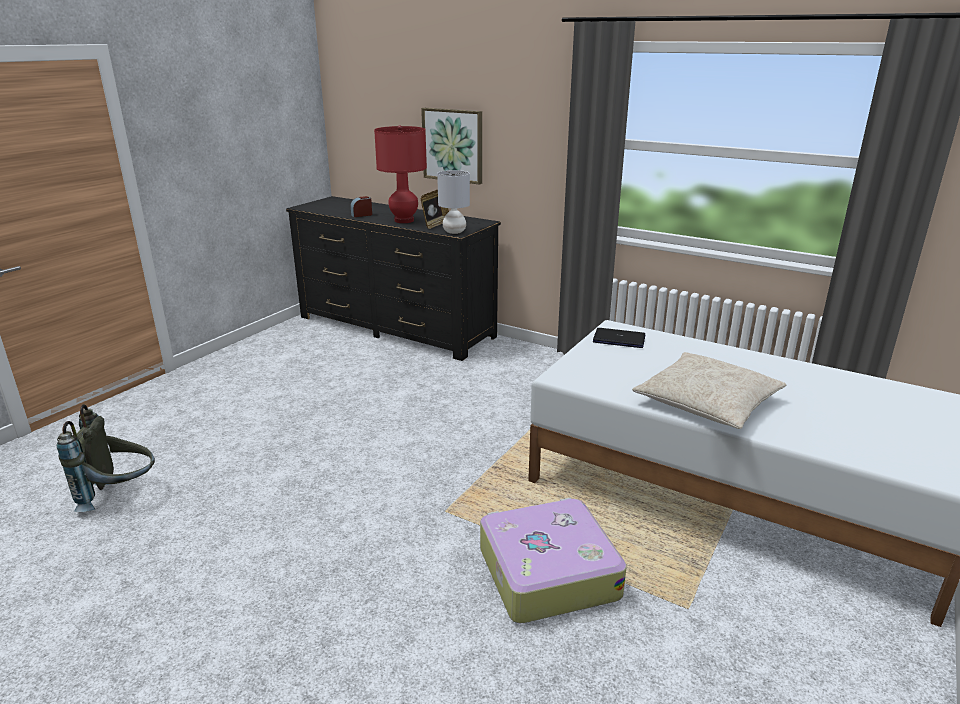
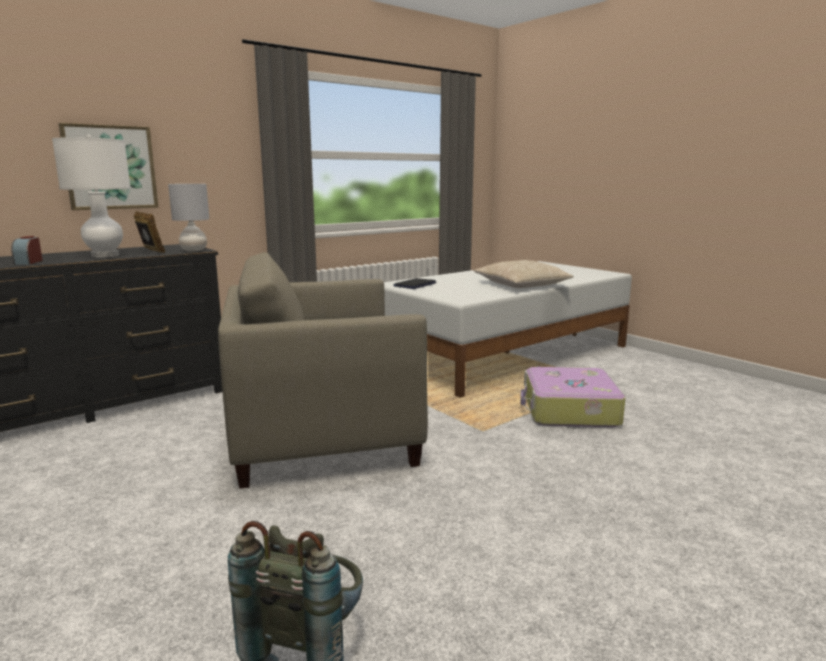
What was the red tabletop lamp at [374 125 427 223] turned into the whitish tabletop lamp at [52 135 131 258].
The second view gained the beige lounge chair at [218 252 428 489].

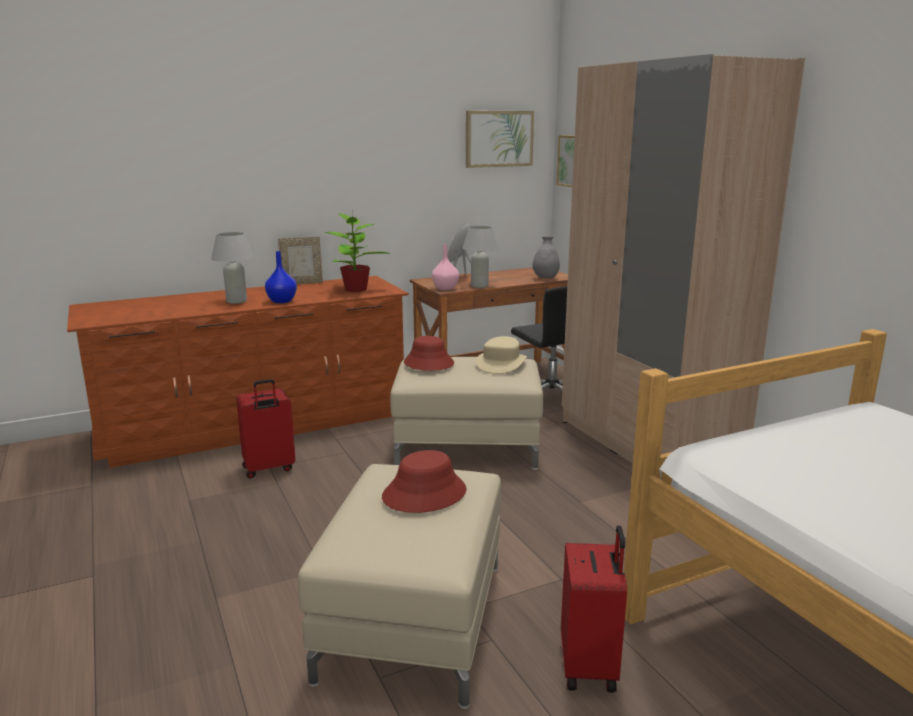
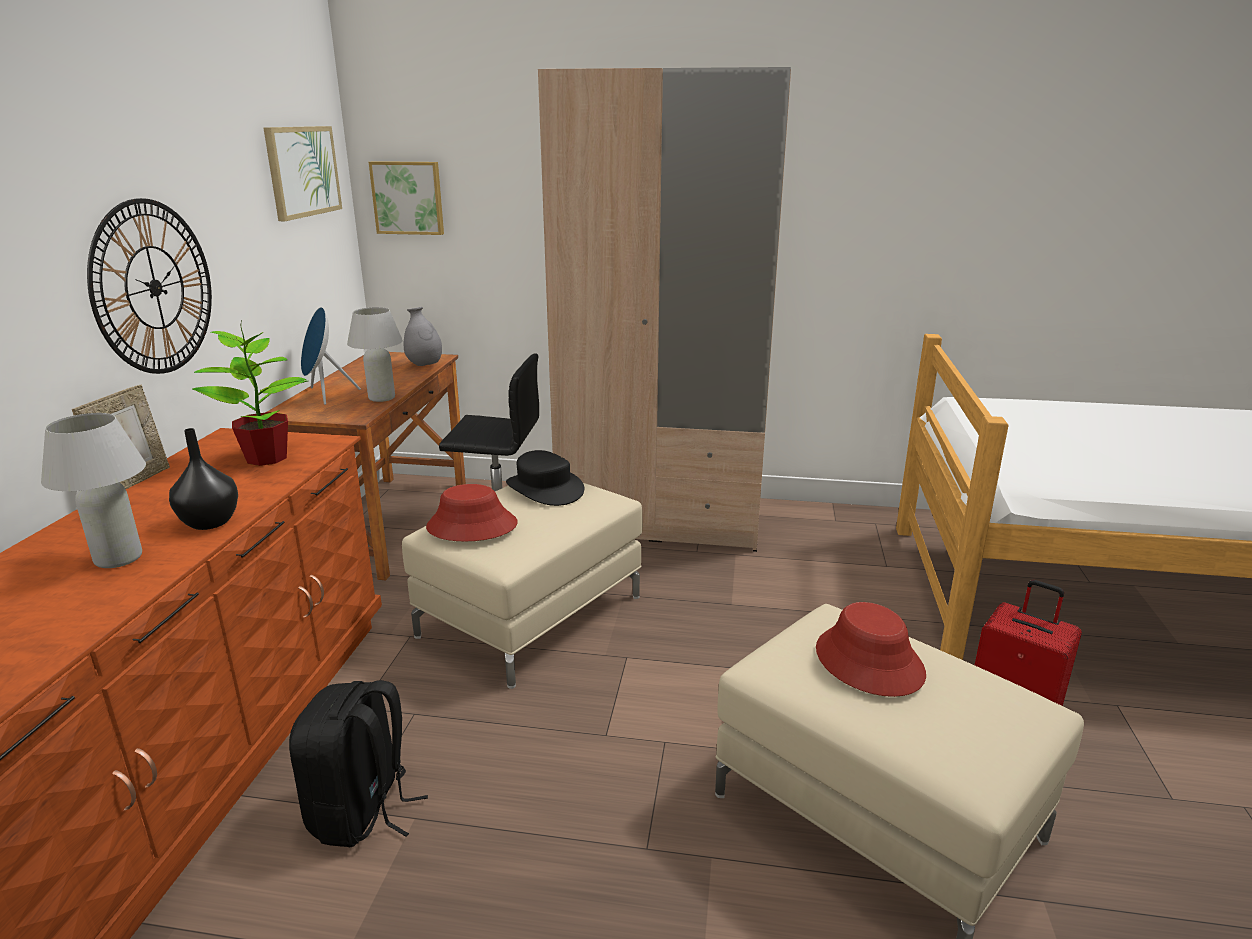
The second view gained the hanging clock at [87 198 212 374].
What was the bluish vase at [265 251 297 303] turned into the black vase at [169 428 238 530].
Where the red travel case stood at [236 379 295 479], the black rucksack came to stand at [289 680 428 847].
What was the beige wearable hat at [476 336 527 374] turned into the black wearable hat at [506 450 584 506].
The second view lost the pink-coloured vase at [432 244 459 290].

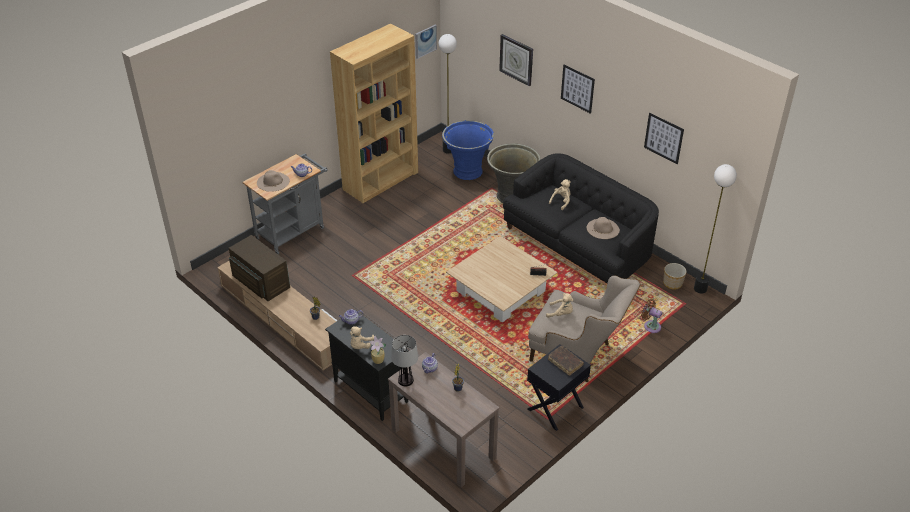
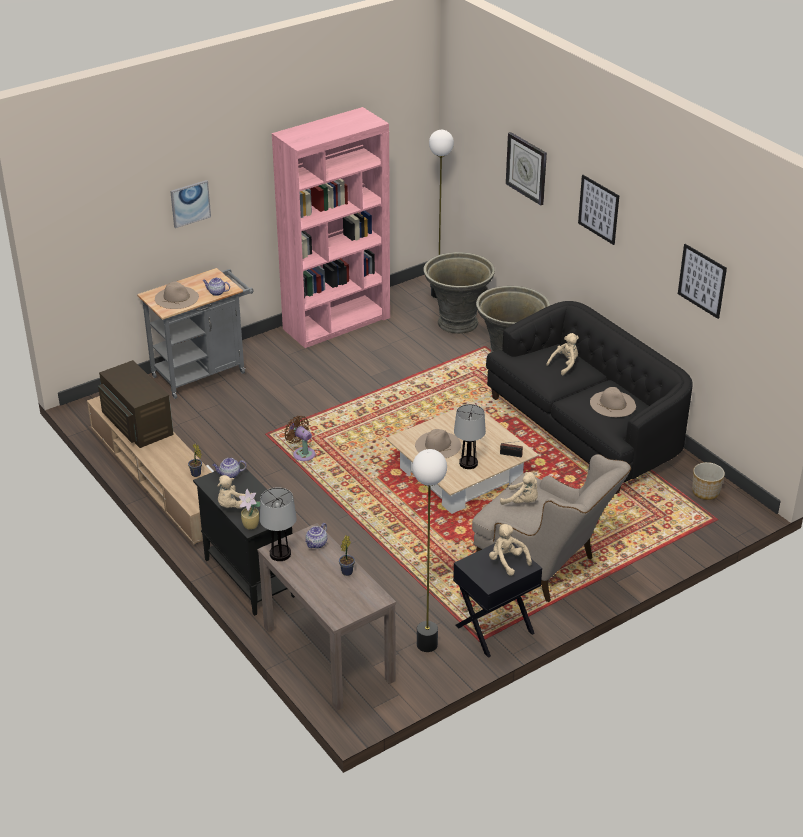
The wall picture ended up elsewhere, having gone from [415 25 437 59] to [170 180 211 228].
What was the brownish shelving unit at [330 24 418 203] turned into the pink-coloured shelving unit at [272 107 390 348].
The brownish cooling fan ended up elsewhere, having gone from [641 299 662 333] to [284 416 315 461].
The standing lamp ended up elsewhere, having gone from [694 164 737 293] to [412 449 447 652].
The second view gained the beige wearable hat at [415 429 461 458].
What was the bluish flower pot at [442 120 494 180] turned into the grey flower pot at [424 252 495 334].
The second view gained the tabletop lamp at [454 404 486 469].
Where the brownish book stood at [548 346 584 376], the beige soft toy came to stand at [489 524 532 576].

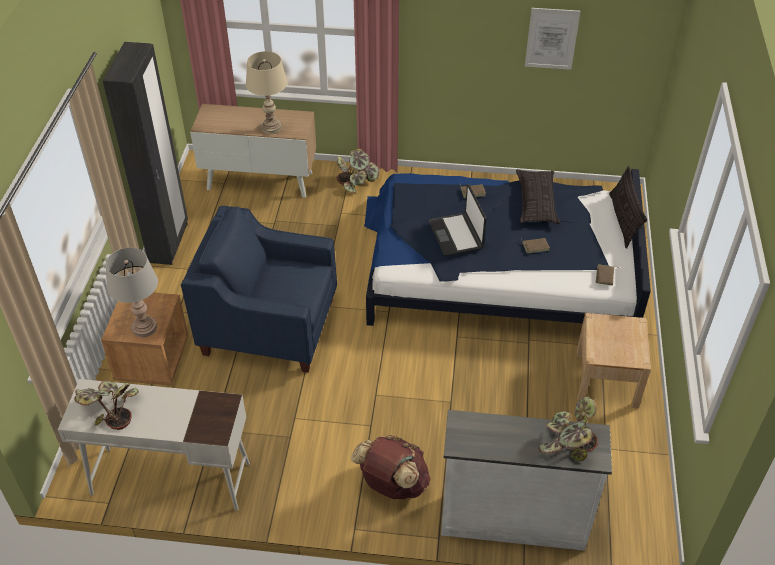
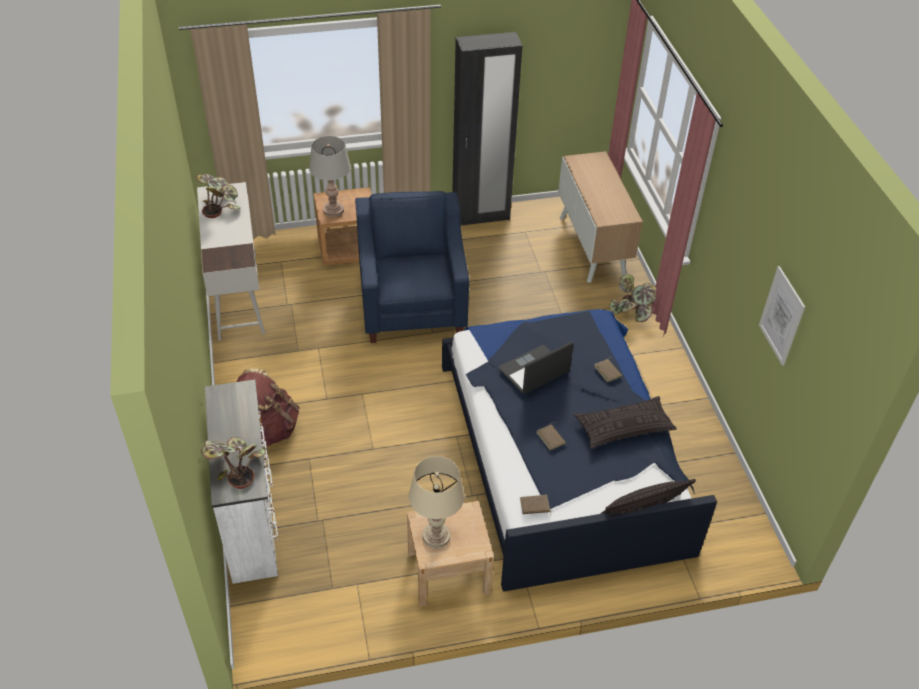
The beige tabletop lamp ended up elsewhere, having gone from [246 51 287 134] to [409 456 465 549].

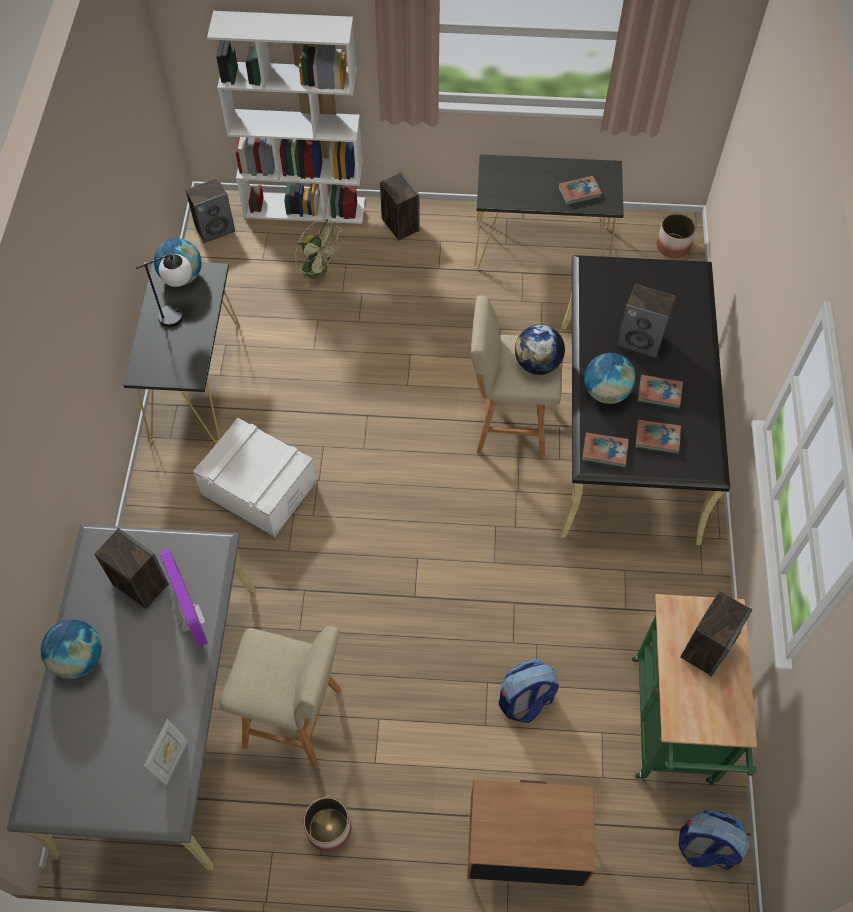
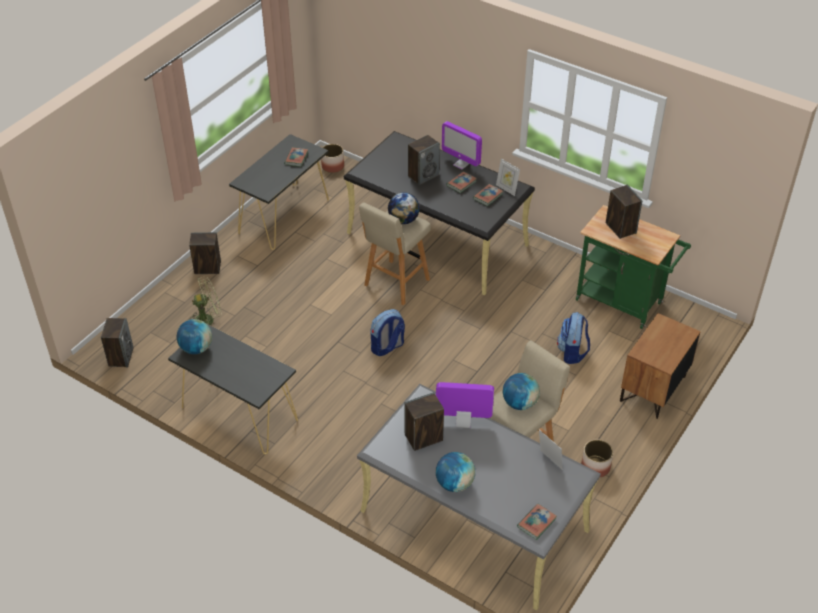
The rucksack ended up elsewhere, having gone from [678 810 750 870] to [371 309 405 356].
The second view gained the computer screen at [442 121 482 169].
The second view gained the photo frame at [496 159 520 196].
The desk globe ended up elsewhere, having gone from [584 353 636 404] to [503 373 540 410].
The book ended up elsewhere, having gone from [582 432 629 468] to [517 504 557 540].
The second view lost the tabletop lamp at [136 253 192 327].
The second view lost the whitish storage box at [193 417 316 537].
The second view lost the whitish shelving unit at [207 11 365 224].

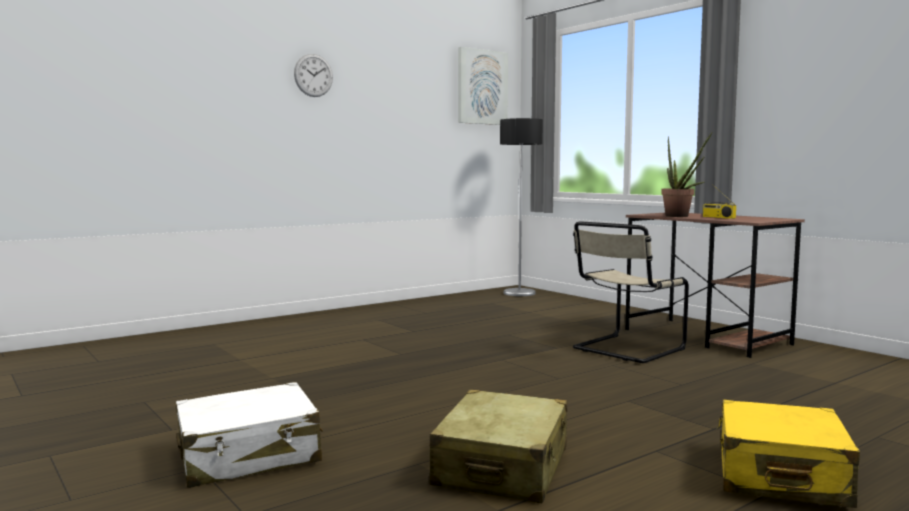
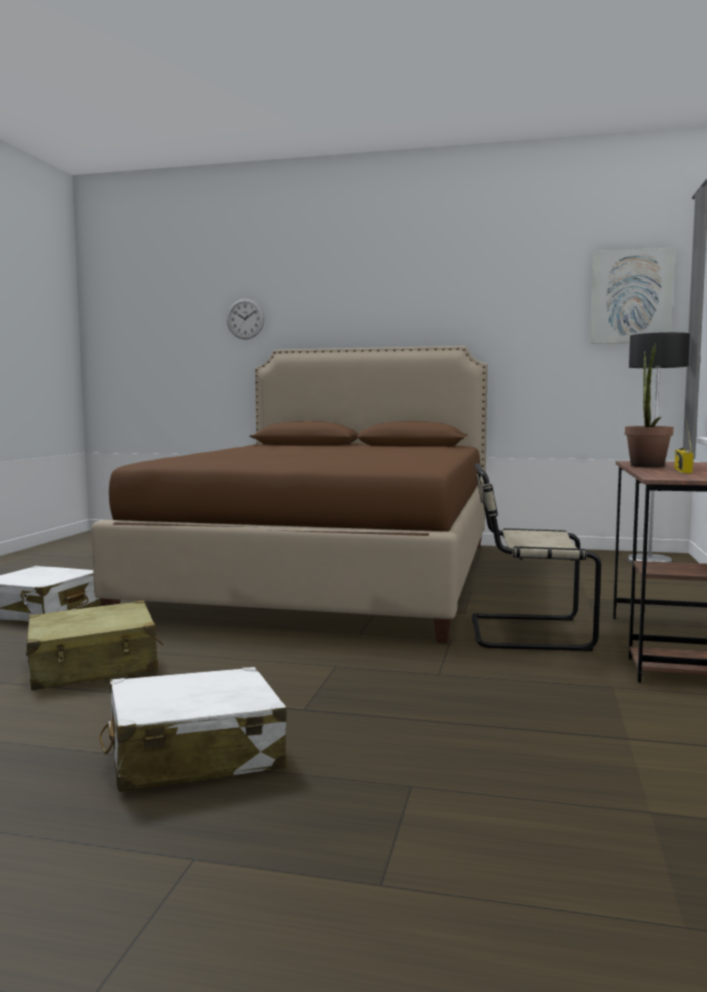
The second view gained the brownish sleeping bed at [91 346 488 643].
What was the yellow travel case at [717 400 860 508] turned into the whitish travel case at [99 667 286 792].
The hanging clock ended up elsewhere, having gone from [294 54 333 97] to [227 299 265 339].

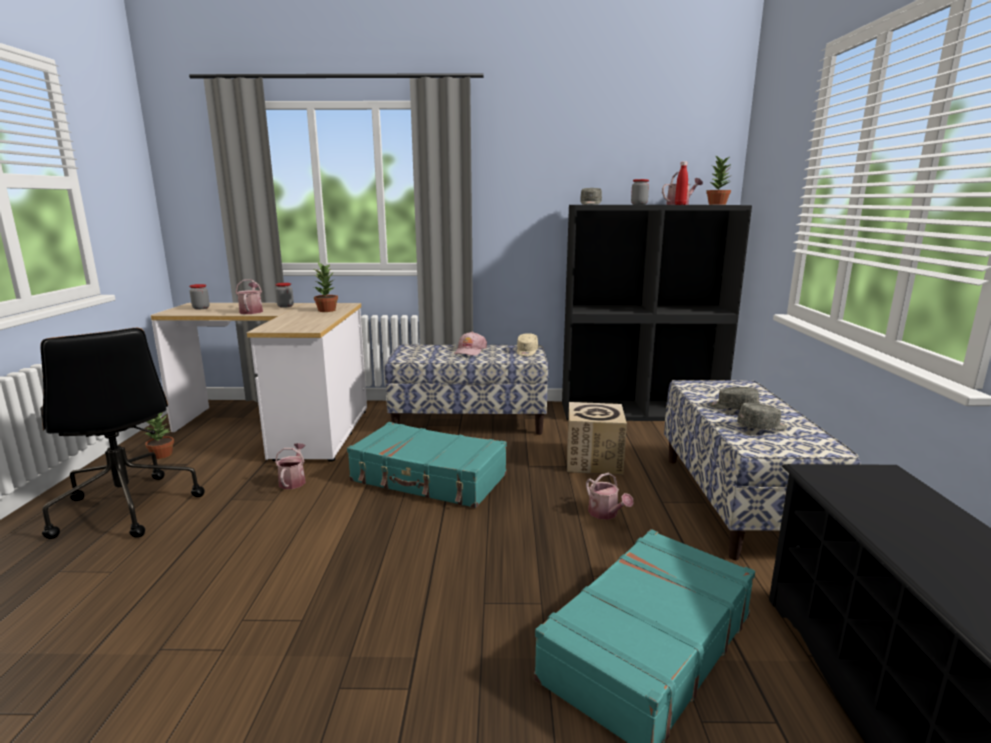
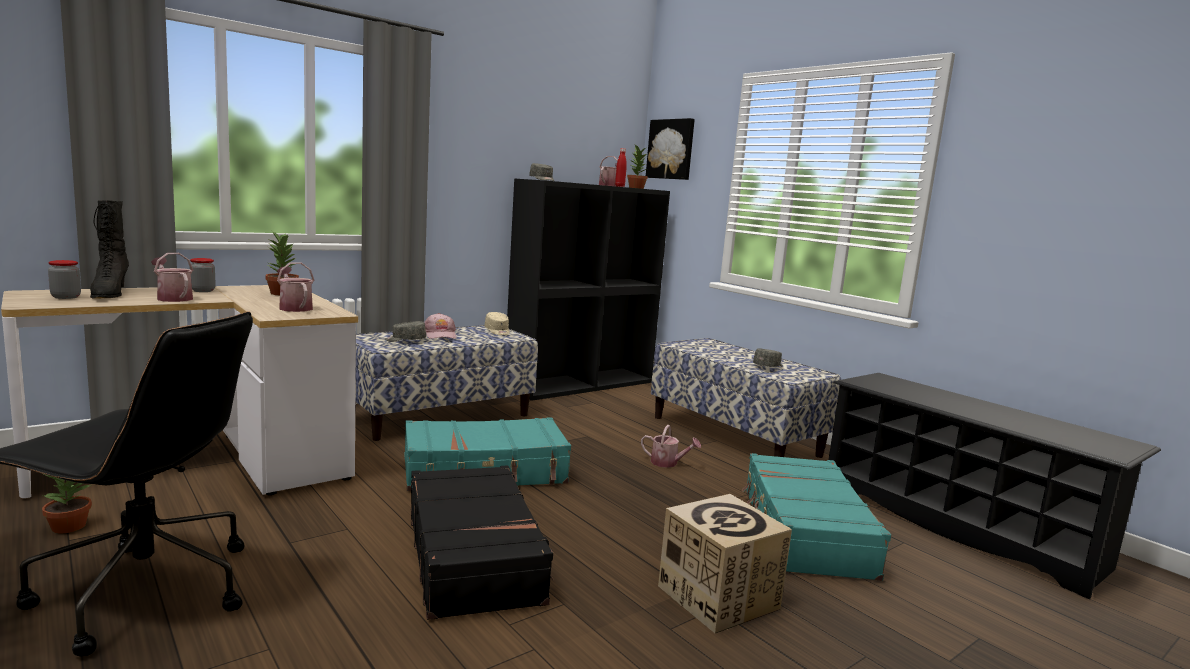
The second view gained the black high-top boot at [90 200 129 299].
The watering pot ended up elsewhere, having gone from [275 443 305 489] to [277 262 314 312].
The grey baseball cap ended up elsewhere, having gone from [709 387 759 410] to [385 321 426 342].
The second view gained the black travel case at [411 466 554 620].
The second view gained the wall picture at [646 118 695 180].
The packing box ended up elsewhere, having gone from [567 402 627 475] to [658 494 792 633].
The second view lost the preserve jar at [631 179 649 205].

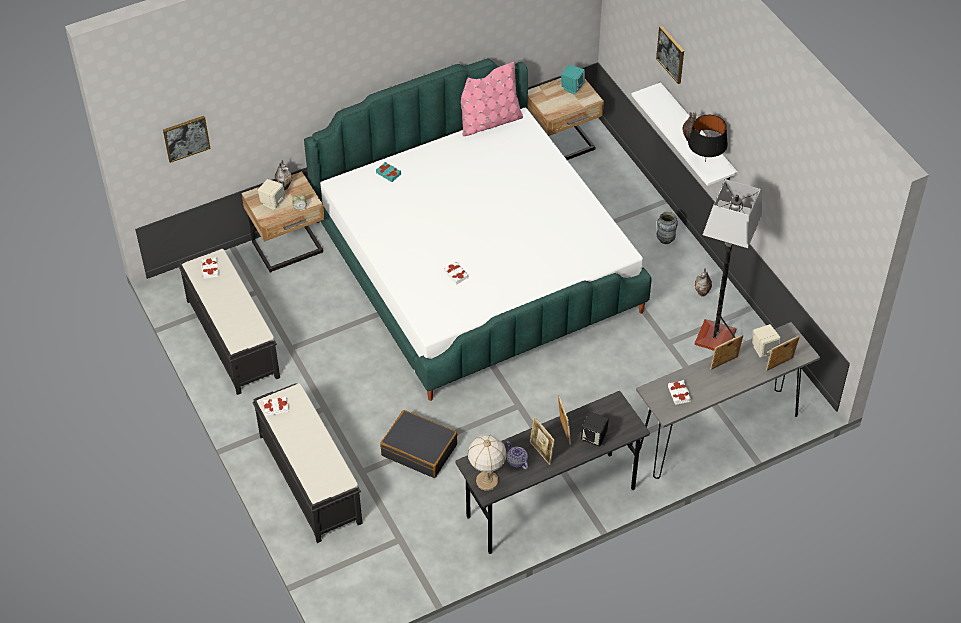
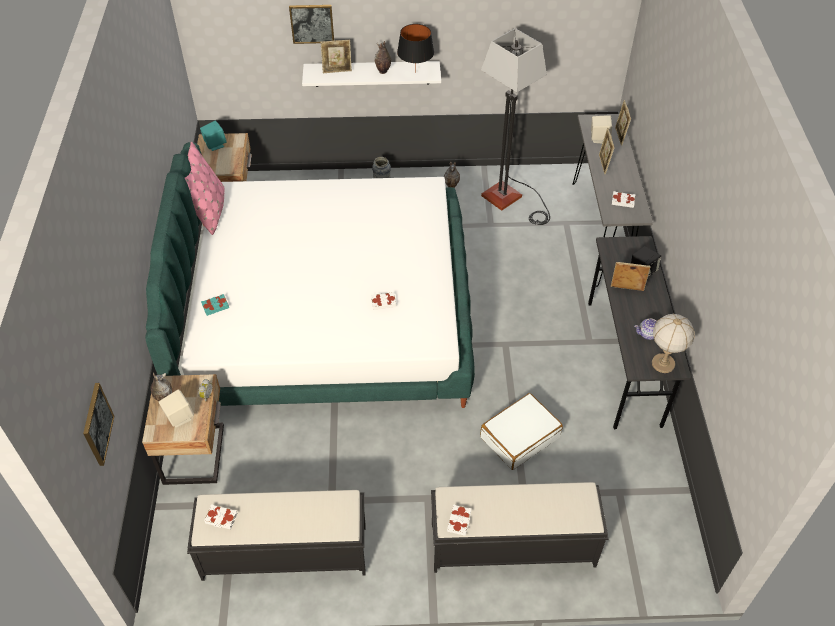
The photo frame ended up elsewhere, having gone from [530 417 555 465] to [321 40 352 73].
What was the black travel case at [380 410 458 478] turned into the whitish travel case at [480 393 563 470].

